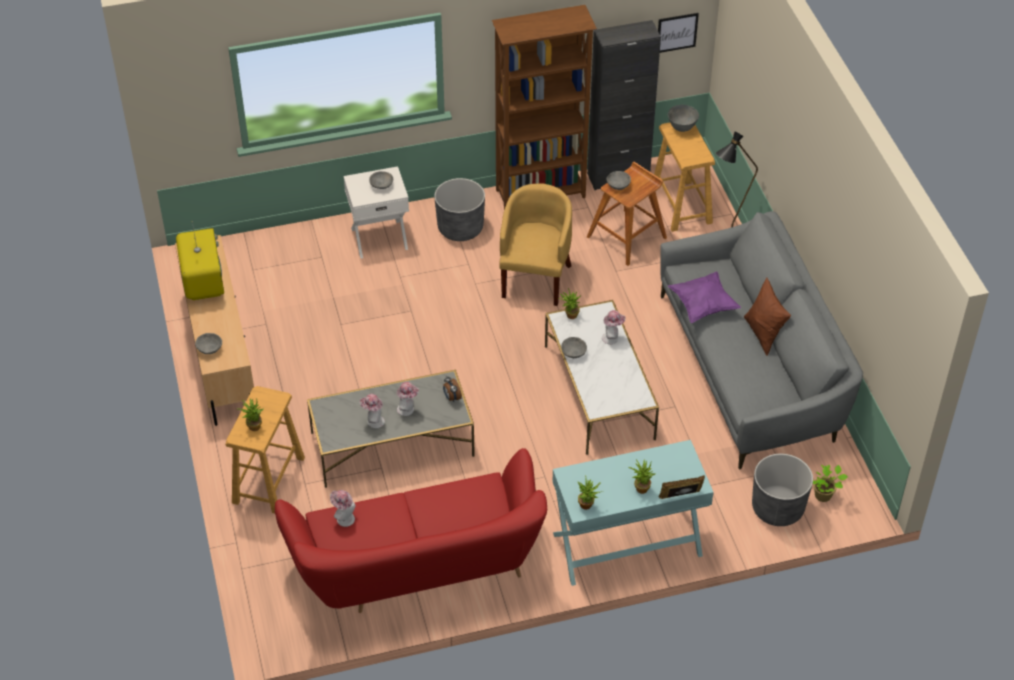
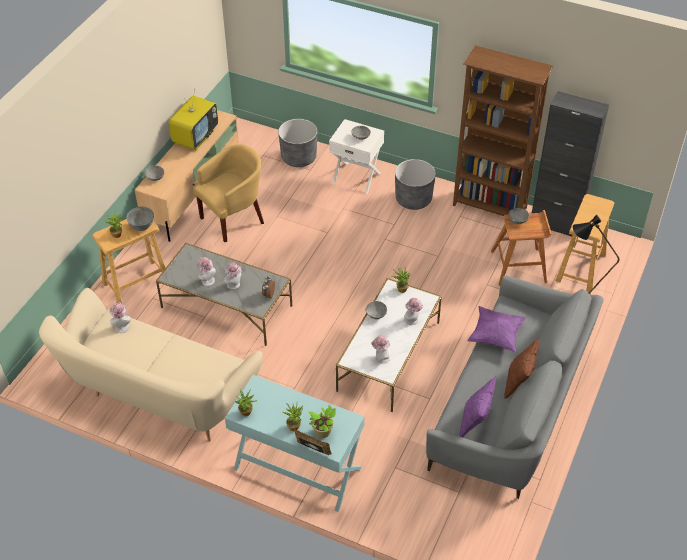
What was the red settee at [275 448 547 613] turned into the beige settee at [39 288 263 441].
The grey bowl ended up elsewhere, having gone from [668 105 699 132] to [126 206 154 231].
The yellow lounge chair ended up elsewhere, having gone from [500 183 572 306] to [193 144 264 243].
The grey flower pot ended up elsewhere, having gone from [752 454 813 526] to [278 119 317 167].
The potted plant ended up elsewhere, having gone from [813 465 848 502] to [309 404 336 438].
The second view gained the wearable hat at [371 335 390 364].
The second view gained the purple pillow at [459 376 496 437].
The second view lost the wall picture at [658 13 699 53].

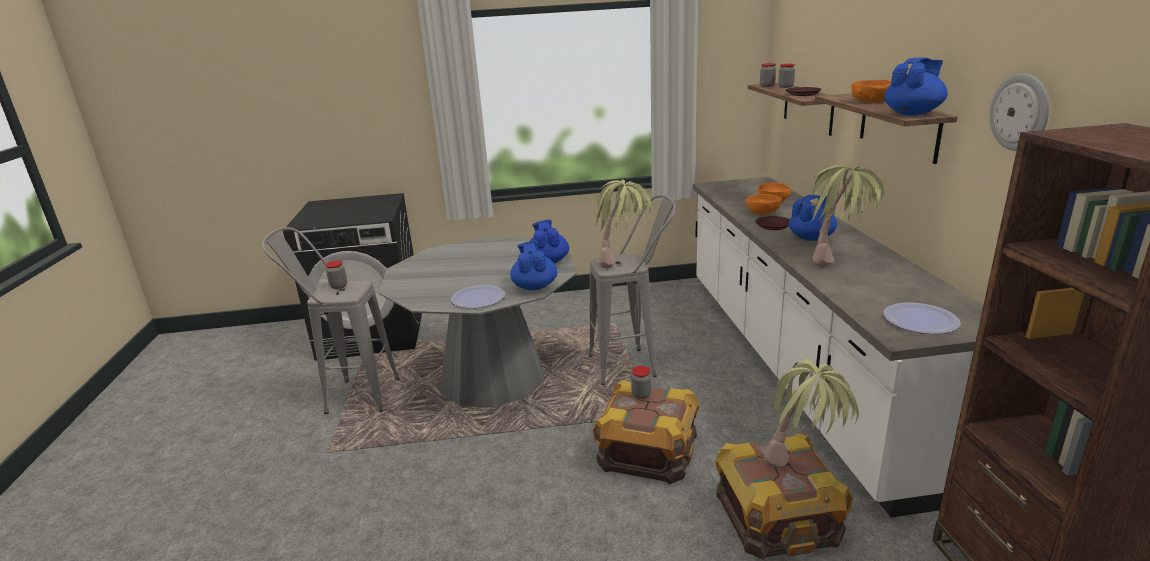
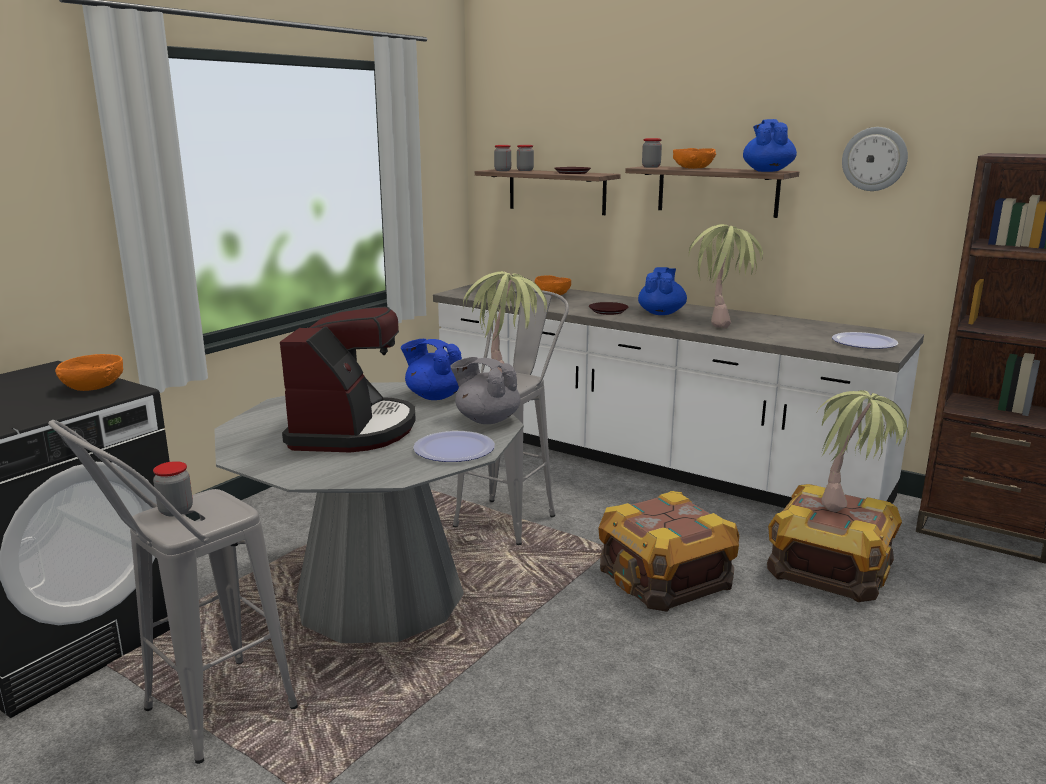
The orange-coloured bowl ended up elsewhere, having gone from [746 194 782 214] to [55 354 123 391].
The second view gained the coffee machine at [280 306 416 452].
What was the bluish tea pot at [510 241 557 291] turned into the grey tea pot at [451 357 520 424].
The preserve jar ended up elsewhere, having gone from [631 366 651 399] to [642 138 662 168].

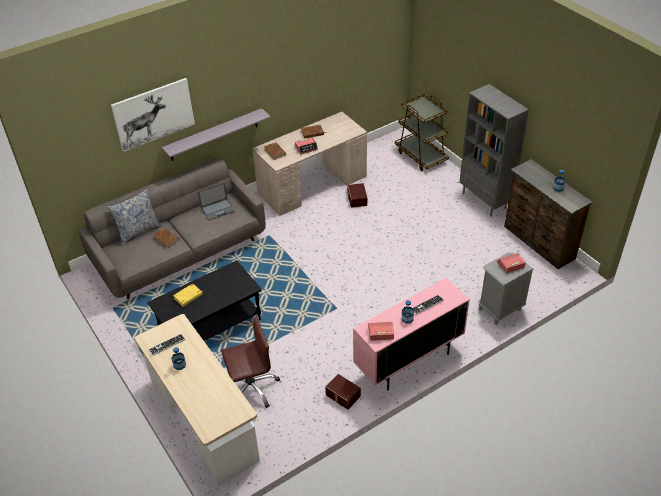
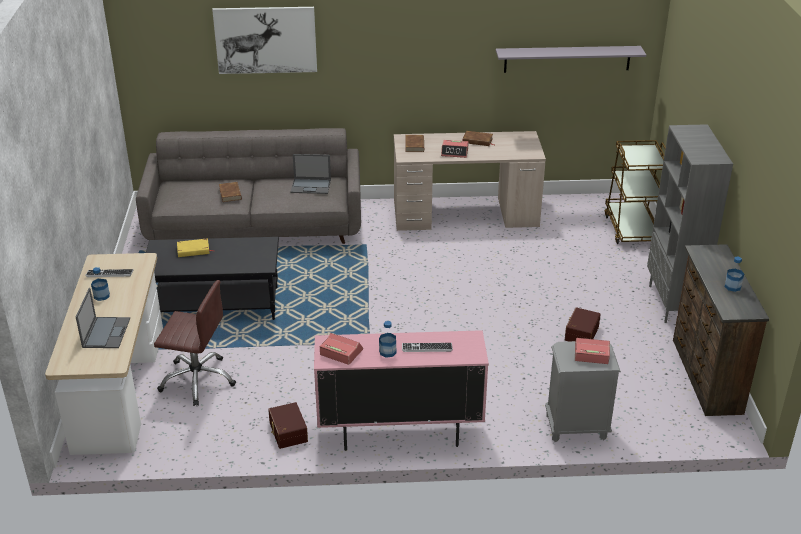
The second view gained the notebook computer at [76 288 130 348].
The grey shelf ended up elsewhere, having gone from [162 108 271 161] to [496 46 646 73].
The brownish storage box ended up elsewhere, having gone from [347 183 367 208] to [565 307 601 341].
The second view lost the pillow at [107 188 162 245].

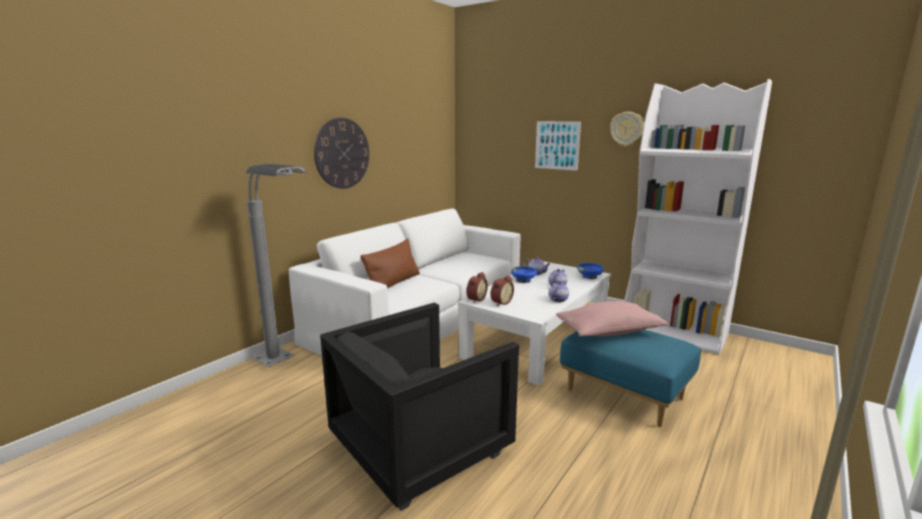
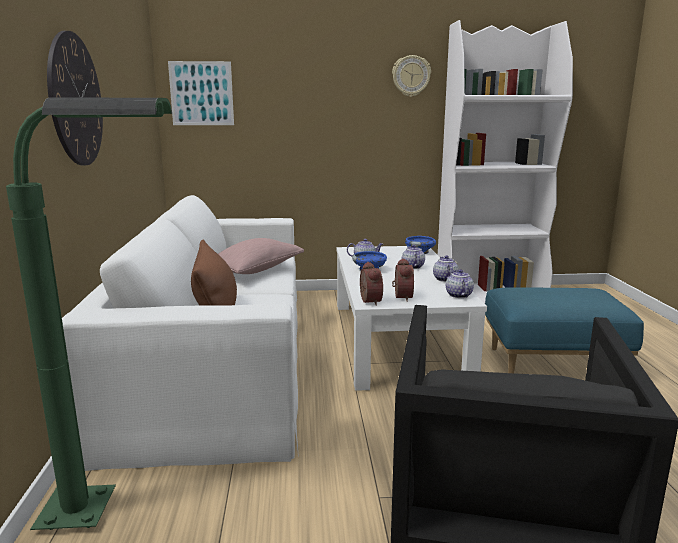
What was the grey standing lamp at [246 164 307 367] turned into the green-coloured standing lamp at [6 98 172 530].
The wall picture ended up elsewhere, having gone from [535 121 581 171] to [168 61 234 125].
The pink-coloured pillow ended up elsewhere, having gone from [556 301 668 337] to [218 238 304 274].
The second view gained the tea pot at [446 269 474 298].

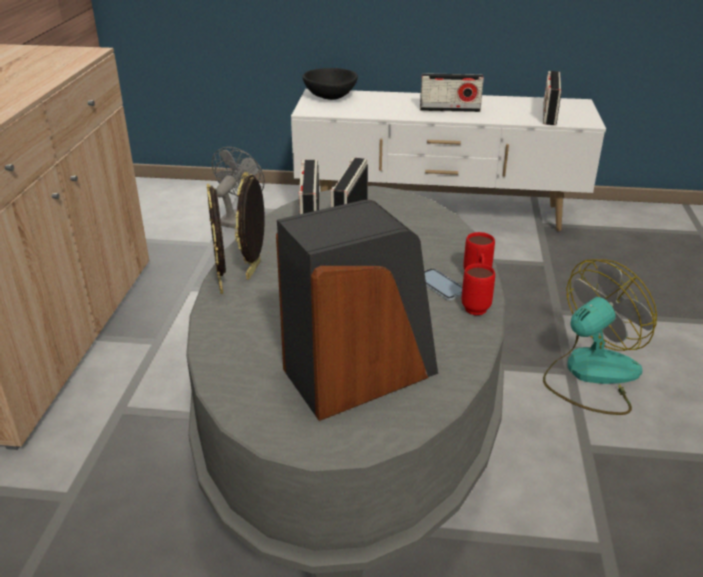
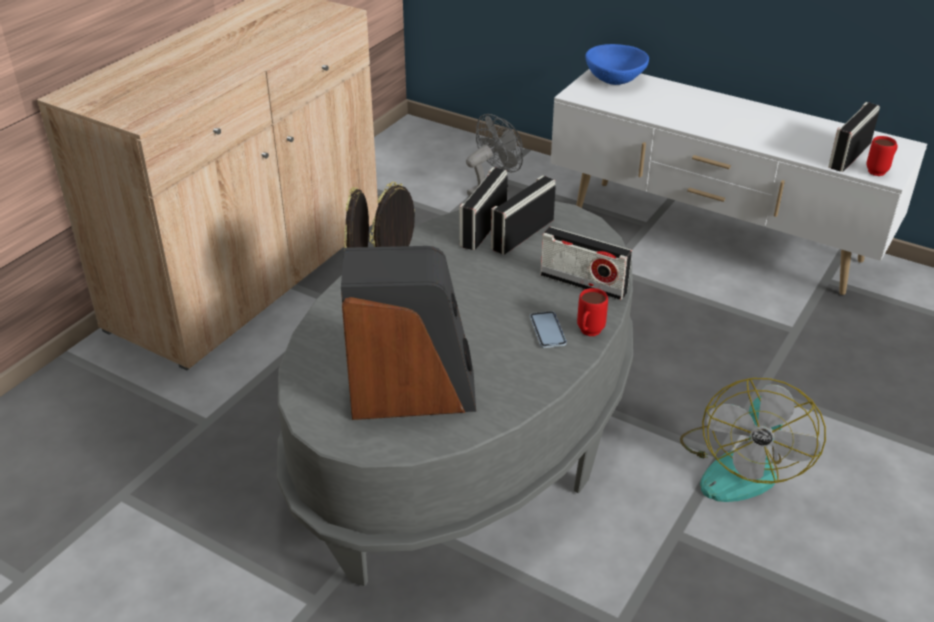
The radio set ended up elsewhere, having gone from [420 73 484 112] to [540 226 632 300].
What was the black bowl at [303 68 358 100] turned into the bluish bowl at [585 44 649 85].
The cooling fan at [543 259 657 415] ended up facing another way, 120 degrees clockwise from before.
The red coffee mug ended up elsewhere, having gone from [462 263 495 315] to [866 136 898 176].

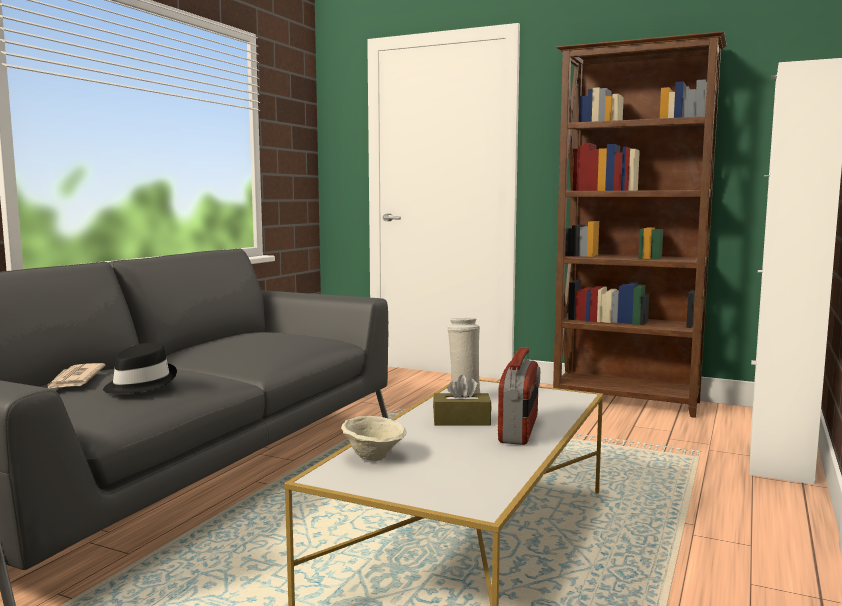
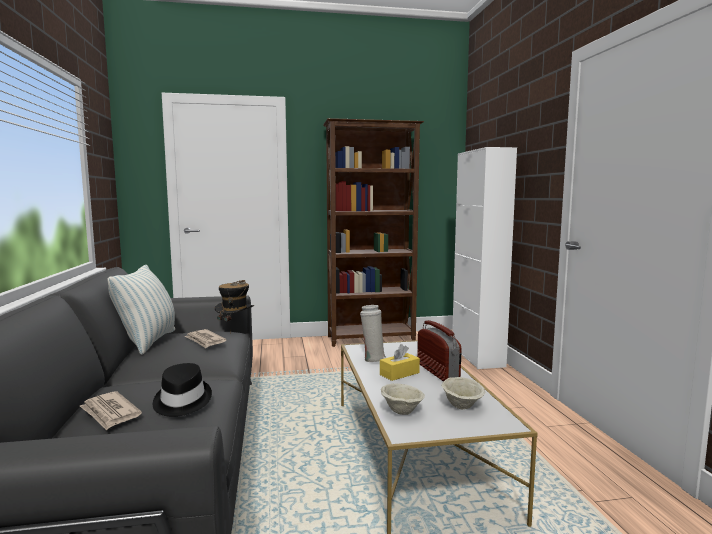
The second view gained the pillow at [107 265 175 355].
The second view gained the daily paper at [185 329 227 348].
The second view gained the wearable hat at [215 280 254 332].
What was the brownish box of tissues at [433 375 492 426] turned into the yellow box of tissues at [380 344 420 381].
The second view gained the beige bowl at [441 377 485 409].

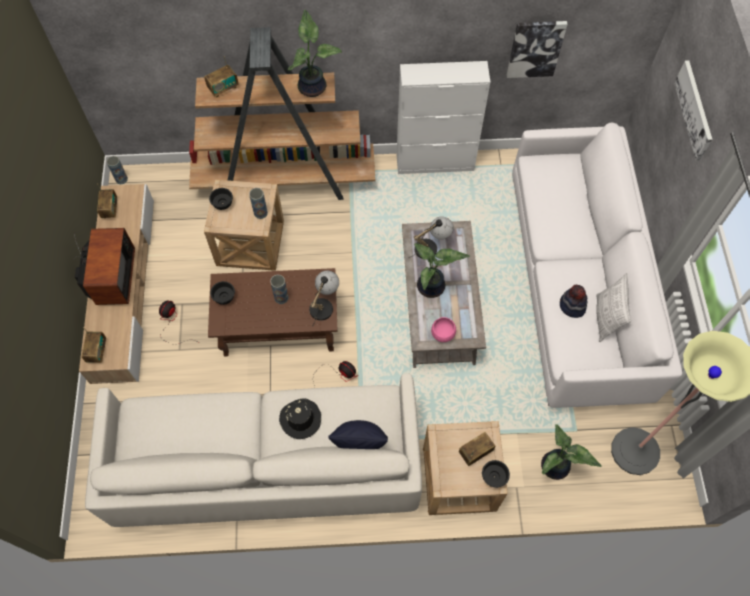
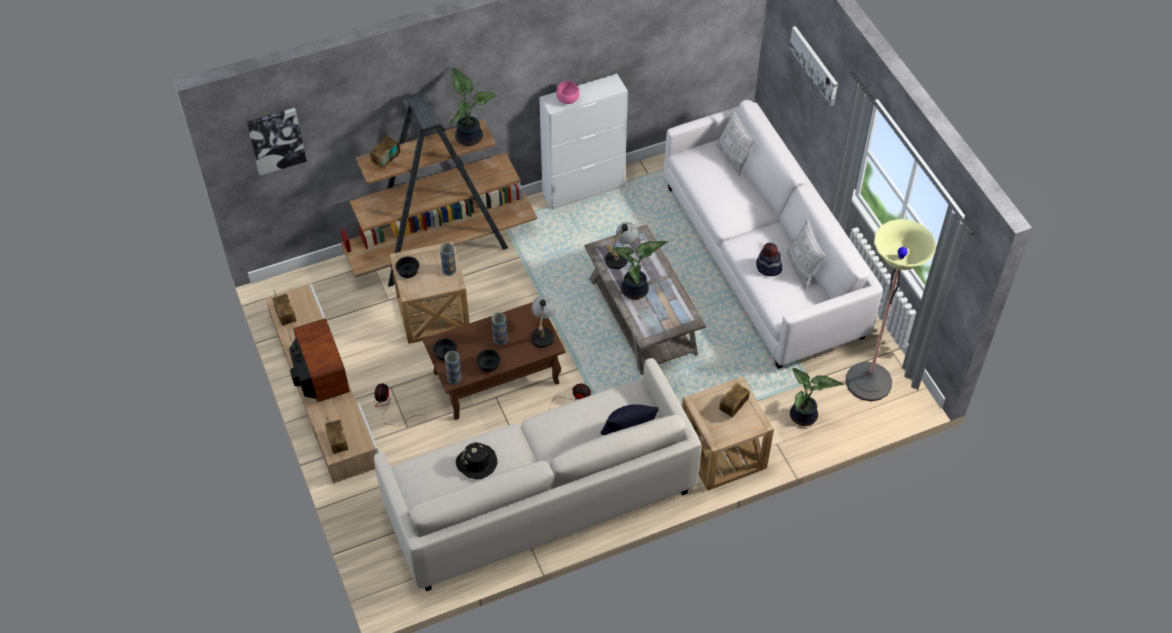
The wall picture ended up elsewhere, having gone from [507 21 568 78] to [246 108 307 175].
The vase ended up elsewhere, having gone from [107 156 128 184] to [445 351 462 384].
The black wearable hat ended up elsewhere, having gone from [279 398 321 439] to [456 442 498 479].
The black bowl ended up elsewhere, having gone from [482 460 510 488] to [476 349 501 372].
The pink-coloured bowl ended up elsewhere, having gone from [431 317 456 342] to [556 81 579 104].
The second view gained the pillow at [716 110 756 176].

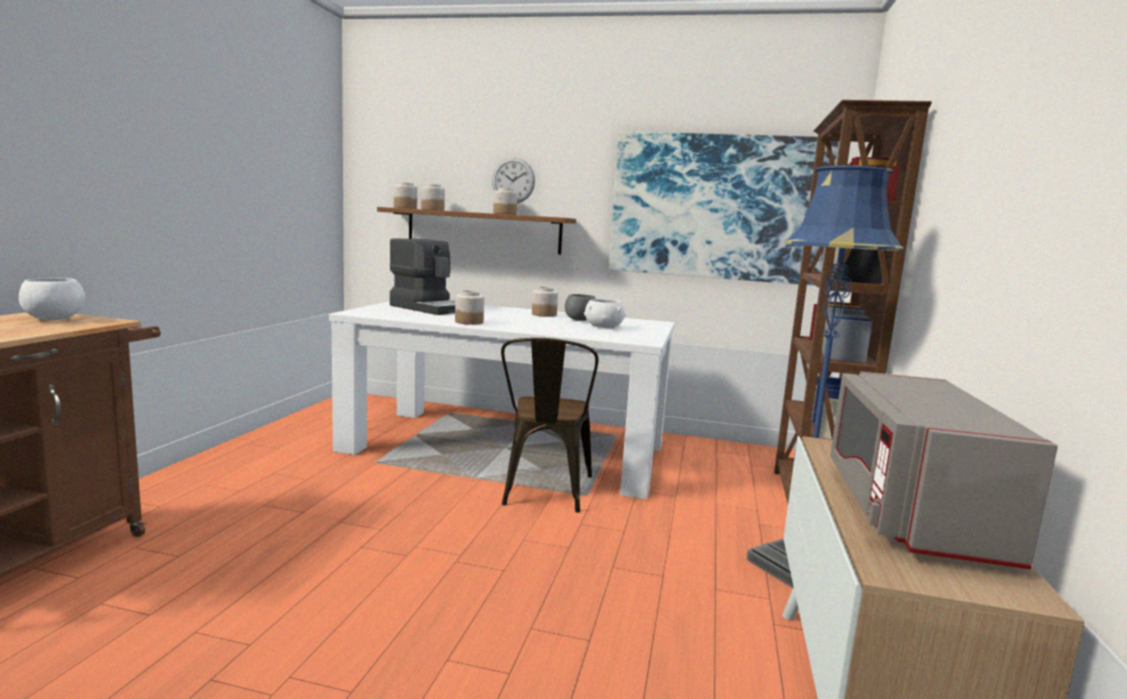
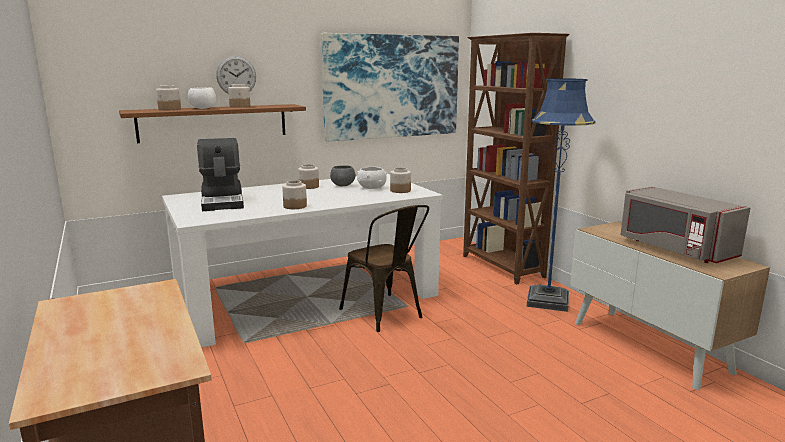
The whitish bowl ended up elsewhere, having gone from [19 278 85 320] to [188 87 216 109].
The coffee machine at [390 238 455 315] ended up facing another way, 75 degrees clockwise from before.
The preserve jar ended up elsewhere, having gone from [394 182 417 209] to [390 167 411 193].

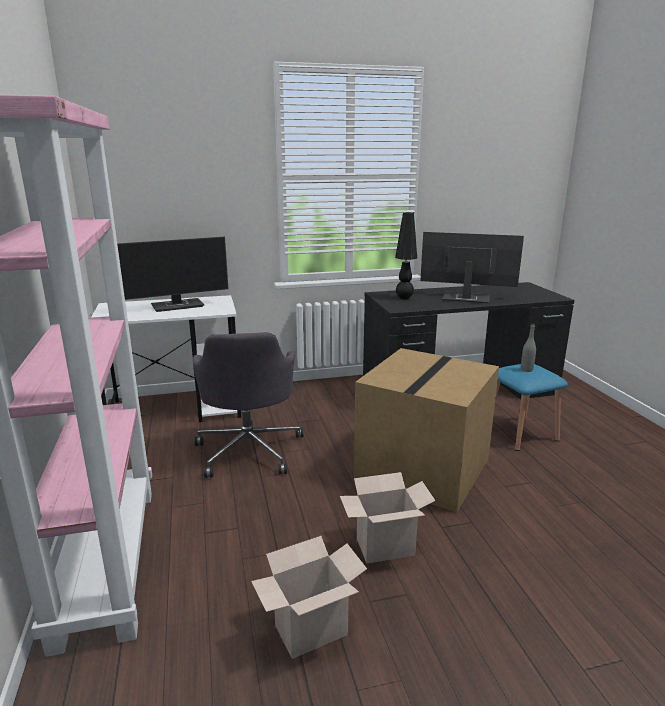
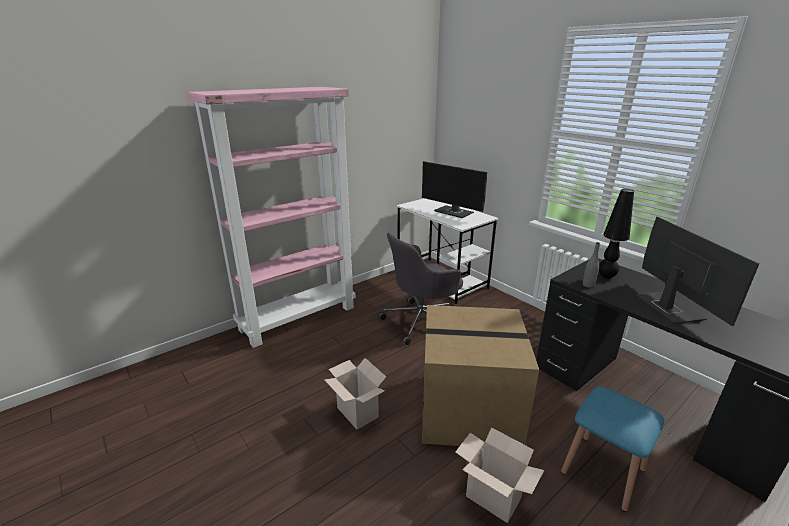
The packing box ended up elsewhere, having gone from [251 536 367 659] to [456 427 544 523].
The grey bottle ended up elsewhere, having gone from [521 324 536 372] to [583 242 600 288].

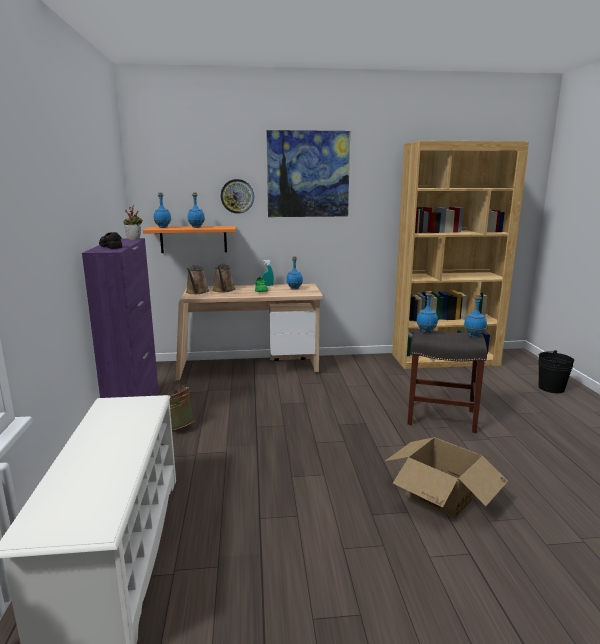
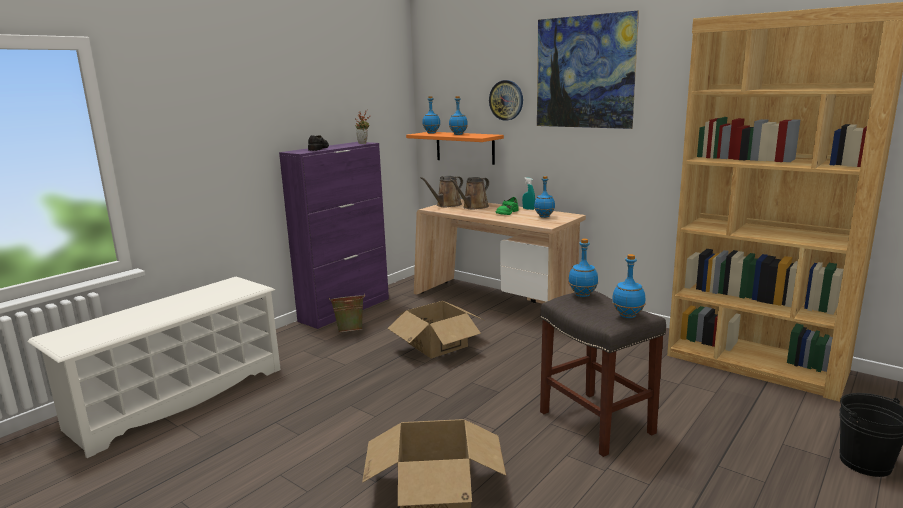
The second view gained the packing box at [387 301 484 359].

